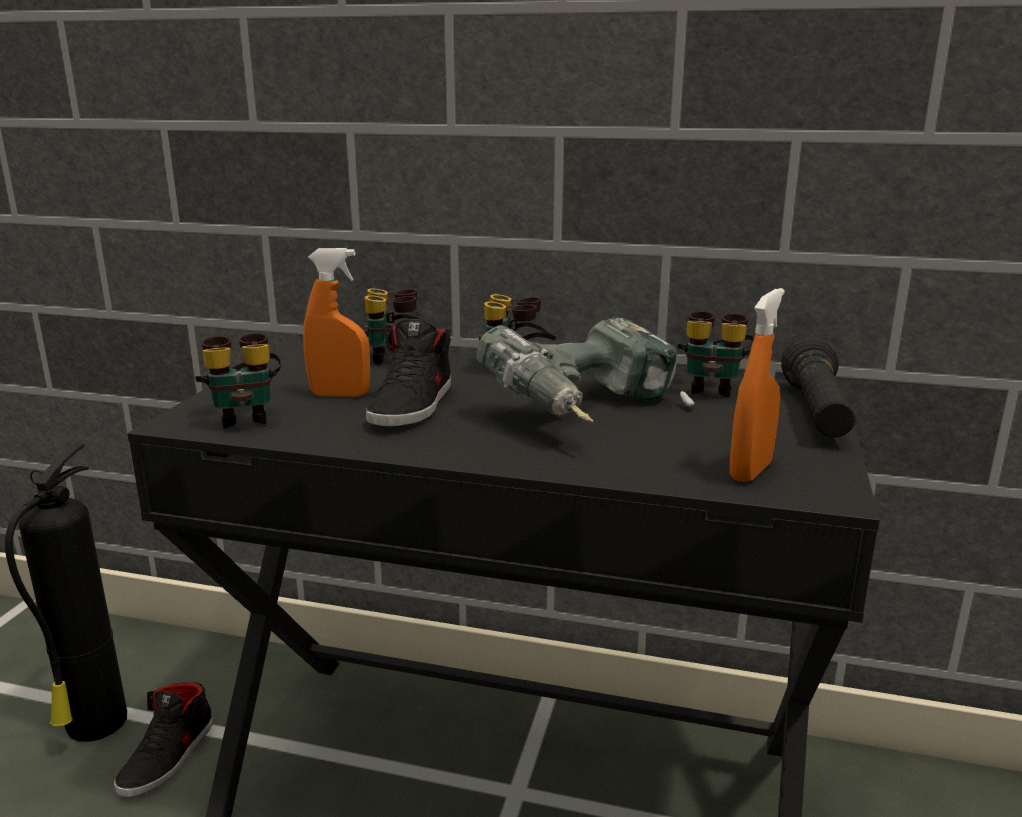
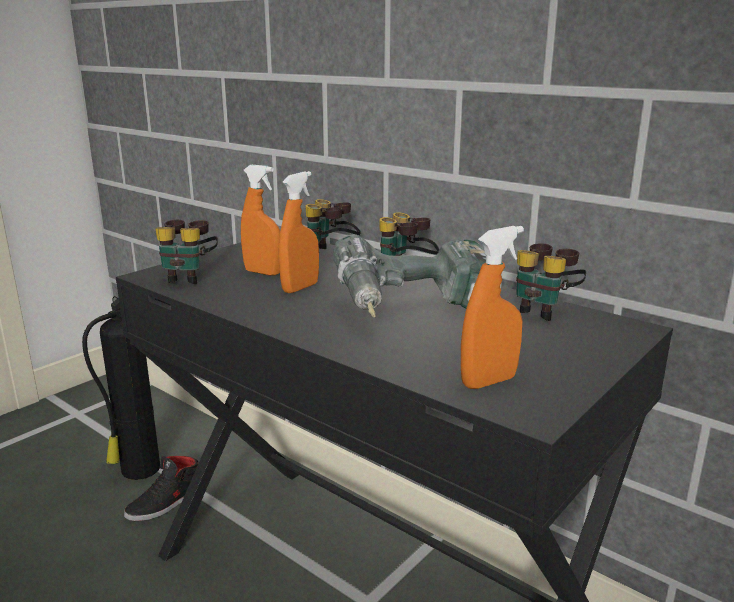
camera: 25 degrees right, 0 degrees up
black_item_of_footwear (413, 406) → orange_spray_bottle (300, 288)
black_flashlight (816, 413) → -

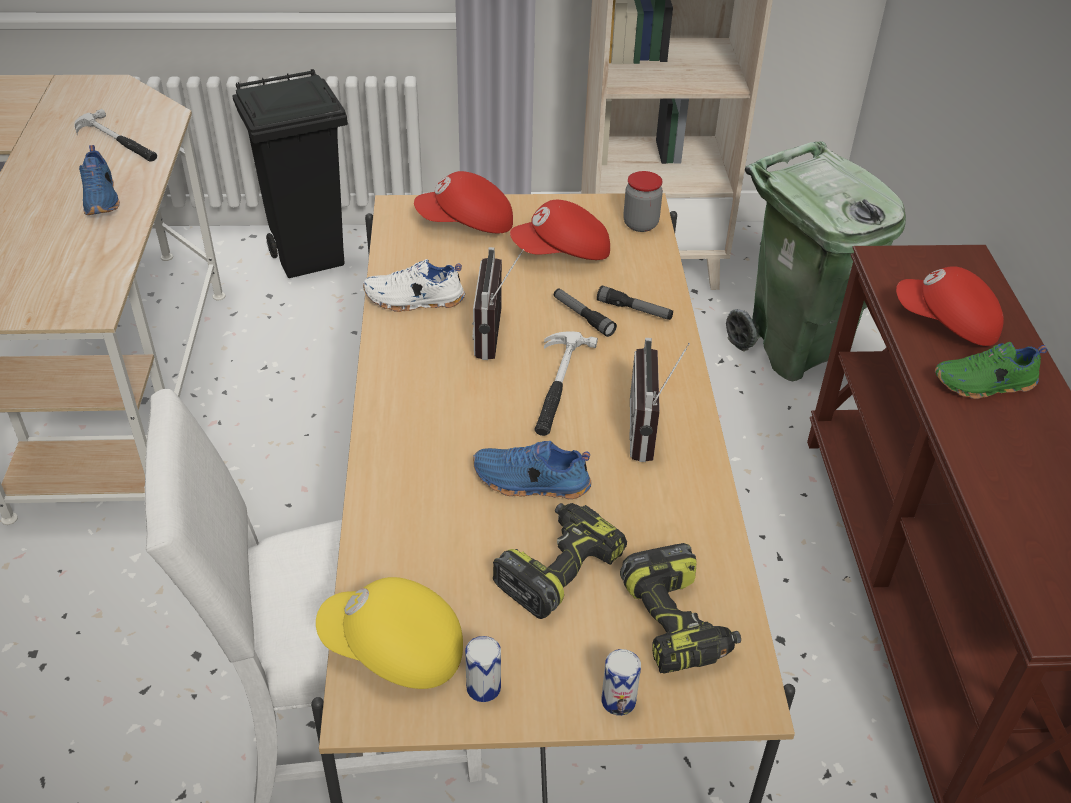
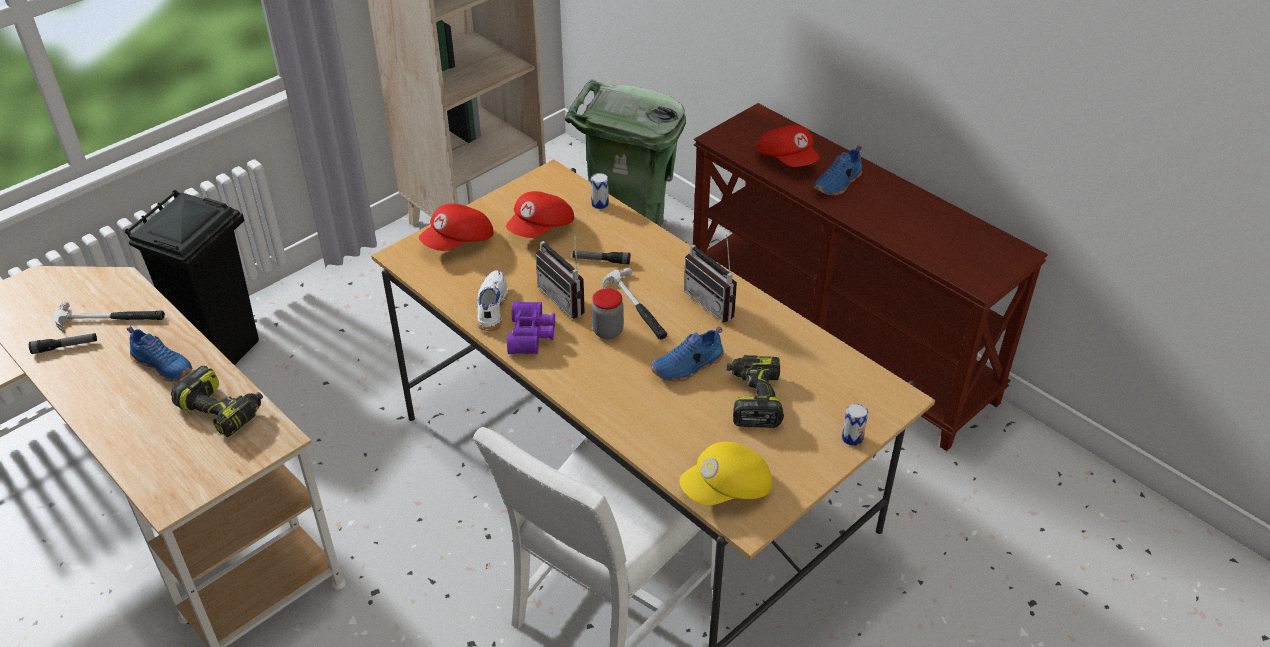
camera: 40 degrees left, 0 degrees up
whitish_item_of_footwear (414, 301) → whitish_item_of_footwear (491, 307), 135 degrees clockwise
sealed_can (483, 687) → sealed_can (600, 204), relocated
flashlight (634, 310) → flashlight (65, 347), relocated
electric_drill (678, 623) → electric_drill (223, 410), relocated
jar (640, 224) → jar (608, 331), relocated
reddish_cap (946, 324) → reddish_cap (788, 160), 105 degrees counterclockwise
green_item_of_footwear (984, 385) → blue_item_of_footwear (838, 184)
- → purplish_field_glasses (532, 335)

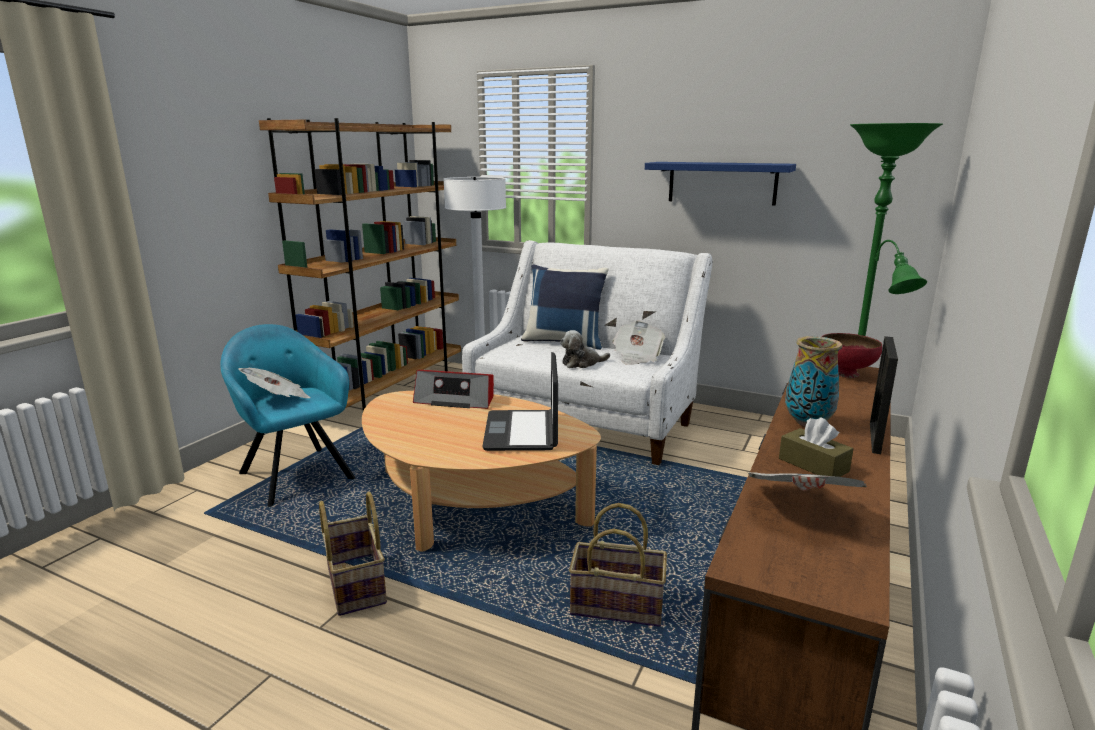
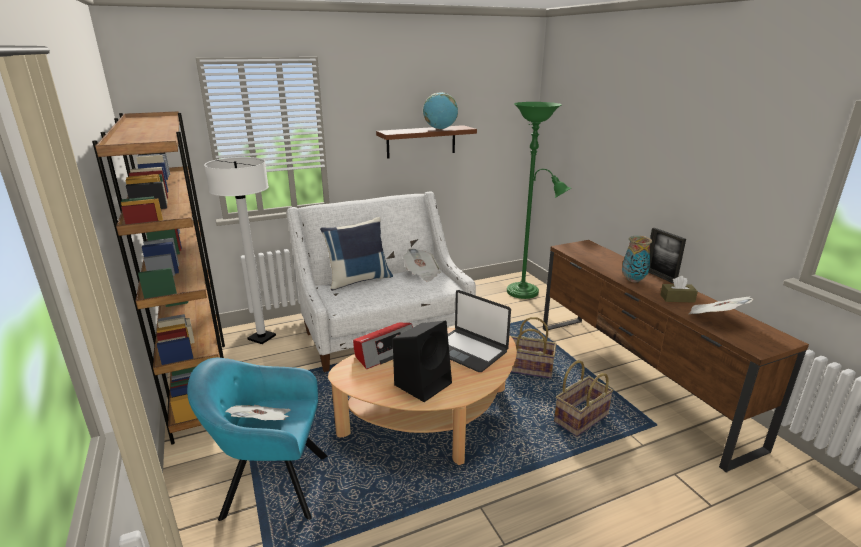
camera: 50 degrees left, 5 degrees up
storage_basket (354, 584) → storage_basket (528, 369), relocated
soft_toy (582, 363) → -
blue_wall_shelf (722, 183) → brown-coloured_wall_shelf (421, 141)
reddish_bowl (845, 374) → -
- → black_audio_speaker (423, 383)
- → desk_globe (440, 129)

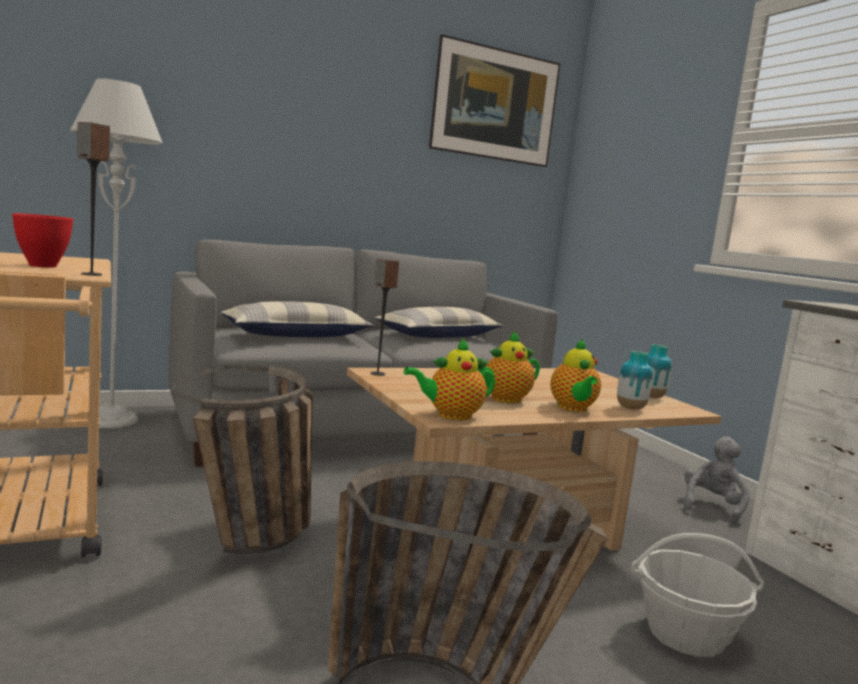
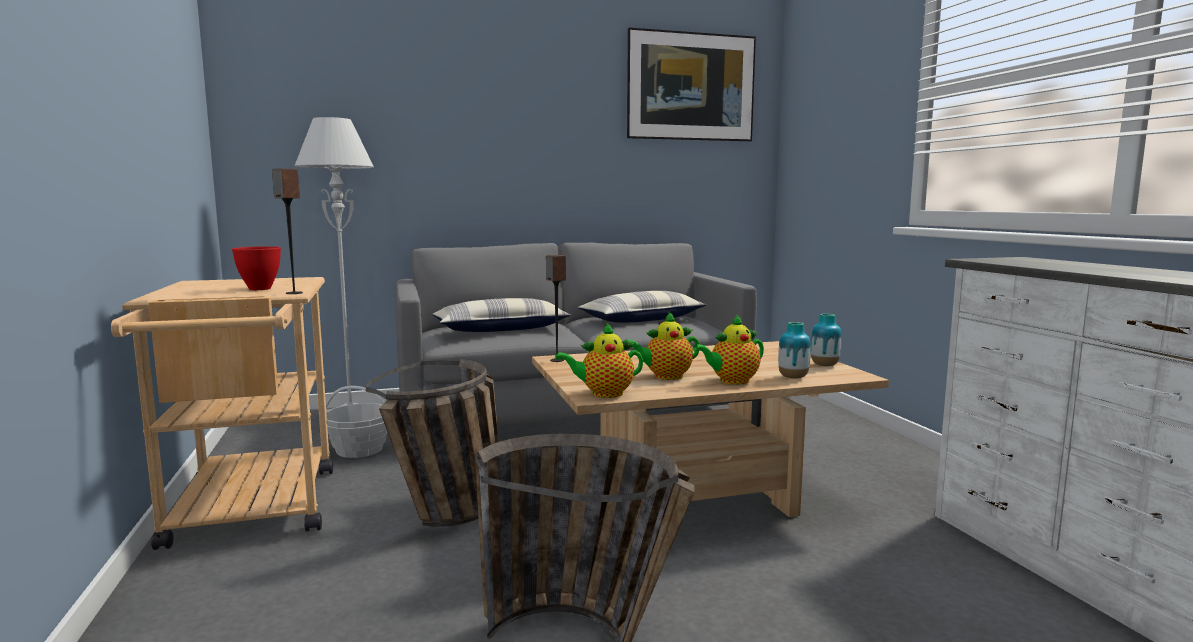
camera: 10 degrees right, 0 degrees up
tea_pot (573, 408) → tea_pot (731, 381), 60 degrees clockwise
storage_basket (686, 634) → storage_basket (360, 450), relocated
grey_soft_toy (712, 507) → -

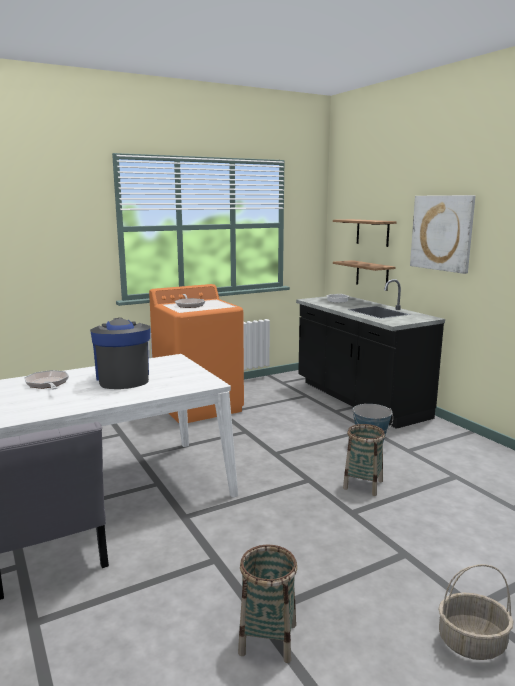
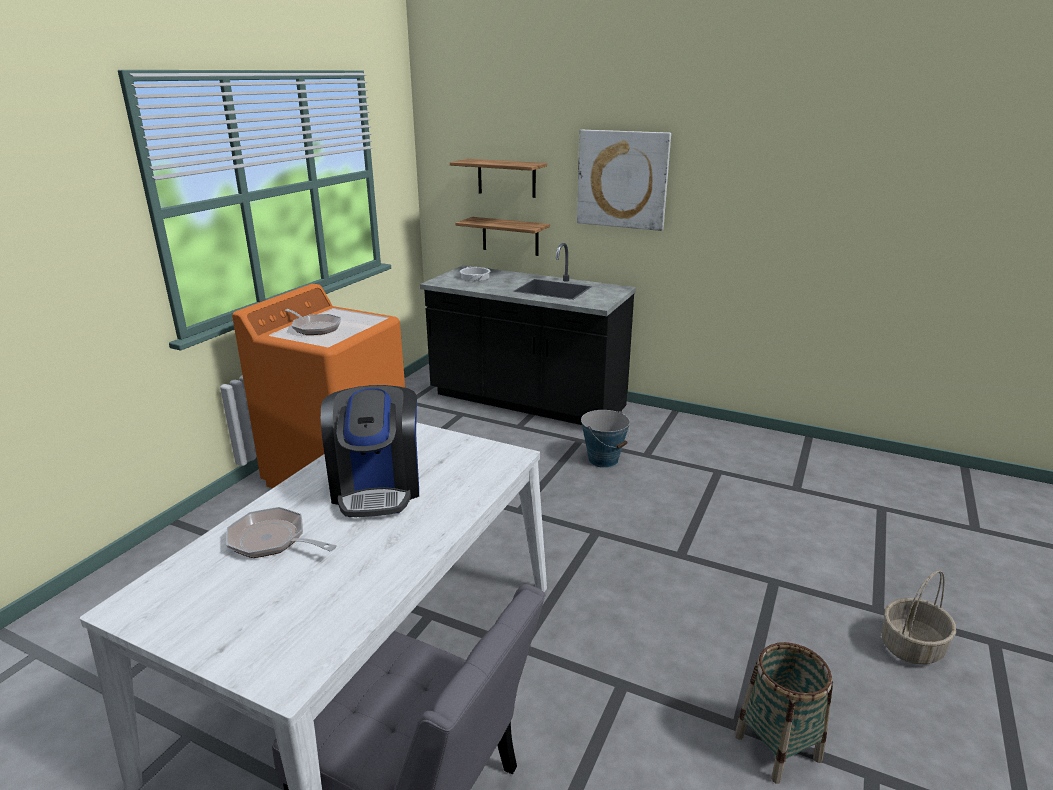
camera: 35 degrees left, 10 degrees up
coffee_brewer (123, 378) → coffee_brewer (377, 487), 135 degrees counterclockwise
storage_basket (363, 485) → -

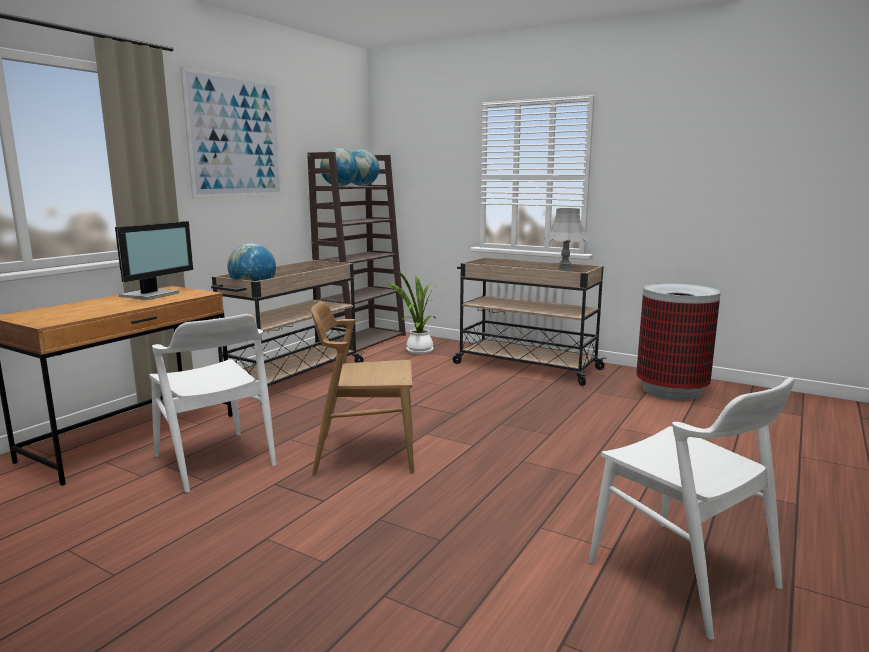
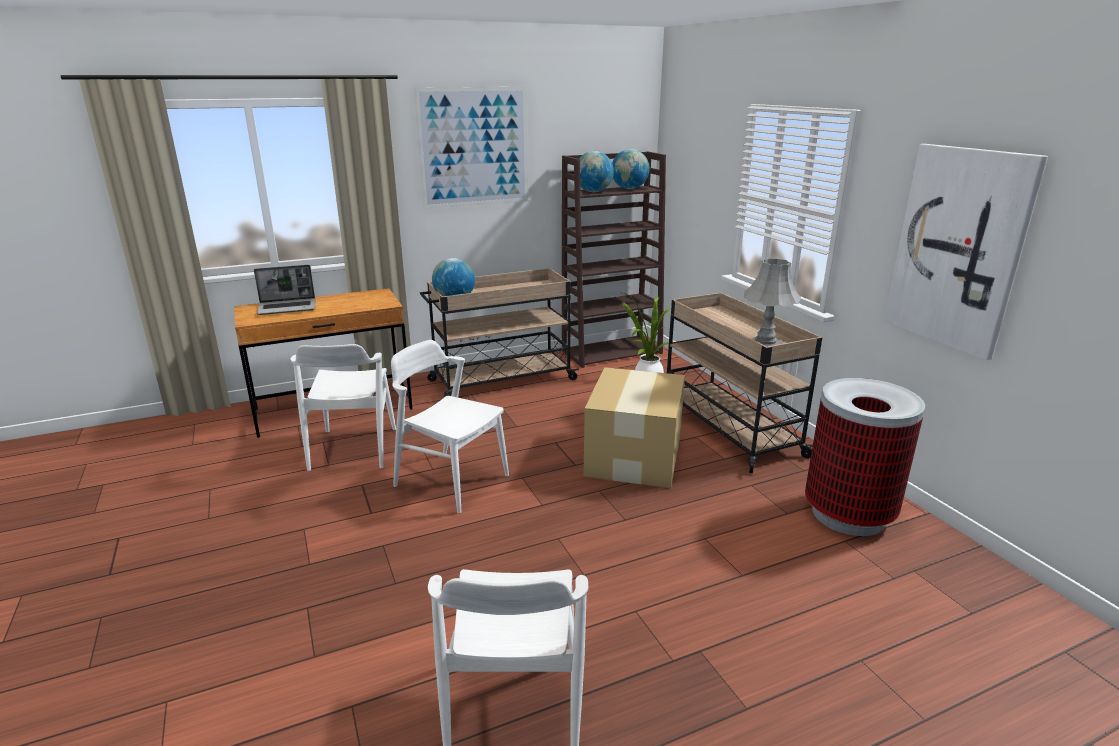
camera: 35 degrees right, 10 degrees up
computer_screen (152, 295) → -
brown-coloured_plain_chair (365, 453) → whitish_plain_chair (451, 480)
- → notebook_computer (288, 308)
- → cardboard_box (635, 455)
- → picture (958, 249)

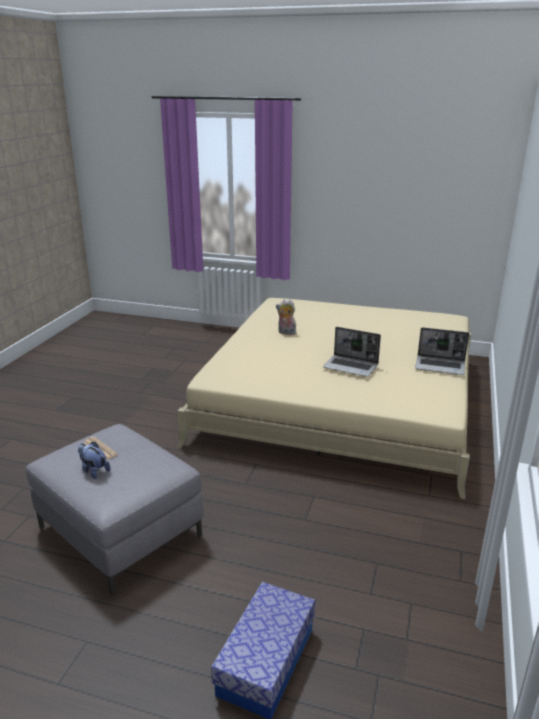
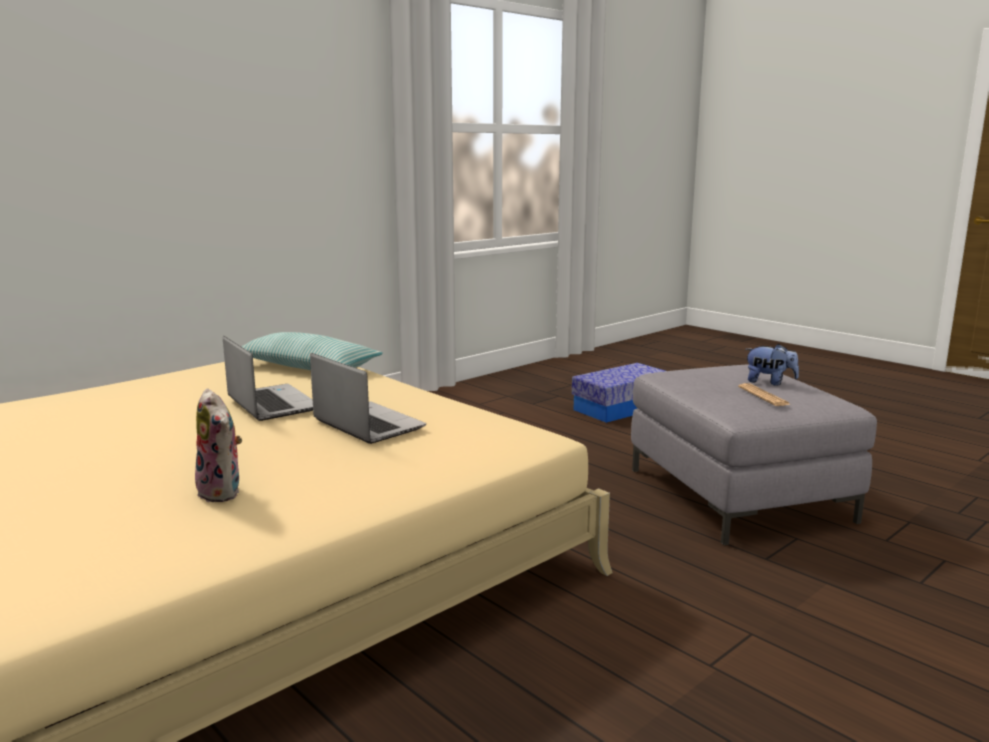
camera: 150 degrees left, 10 degrees down
soft_toy (94, 470) → soft_toy (769, 382), 45 degrees counterclockwise
notebook_computer (440, 366) → notebook_computer (366, 424), relocated
- → throw_pillow (308, 367)

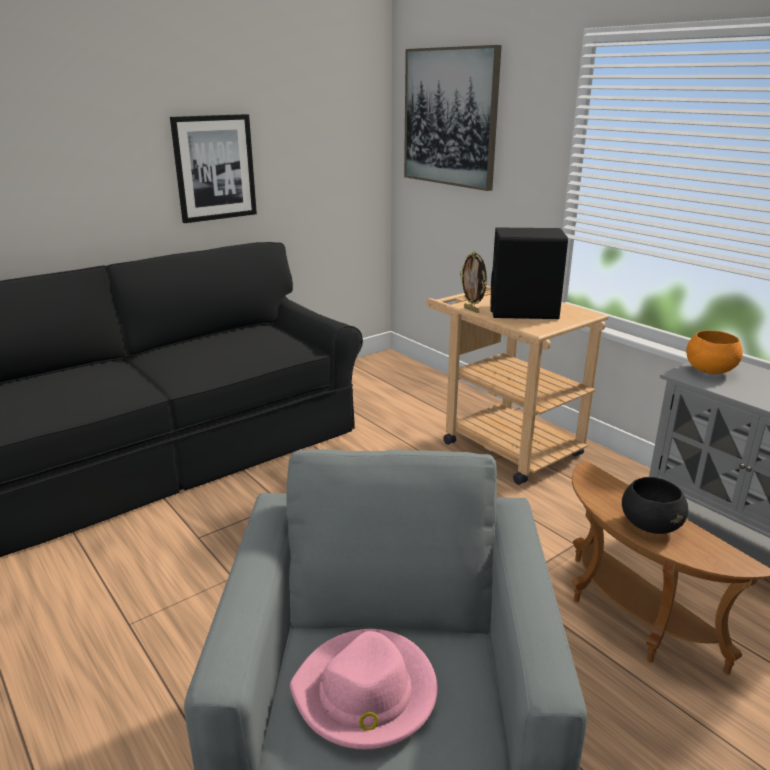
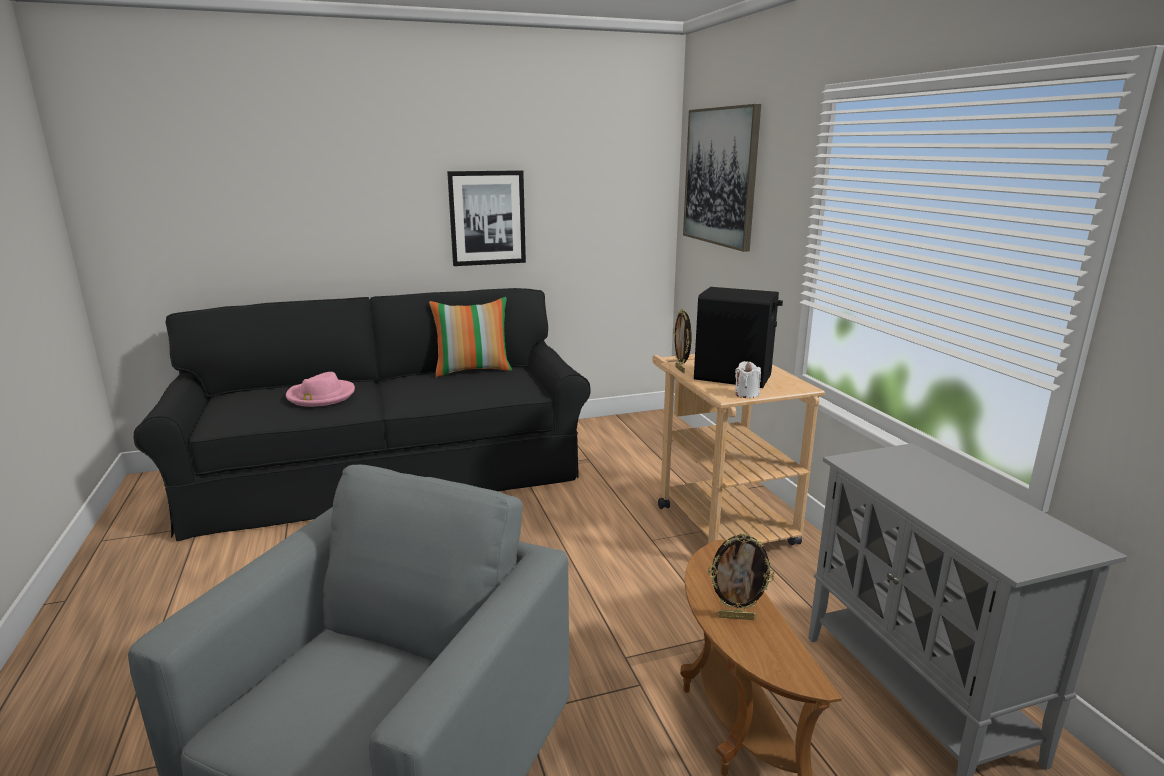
camera: 20 degrees right, 5 degrees down
pink_clothing_hat (366, 693) → pink_clothing_hat (320, 396), relocated
black_bowl (650, 525) → picture_frame (736, 617)
orange_bowl (709, 370) → -
- → throw_pillow (473, 370)
- → whitish_wax_light (746, 394)

